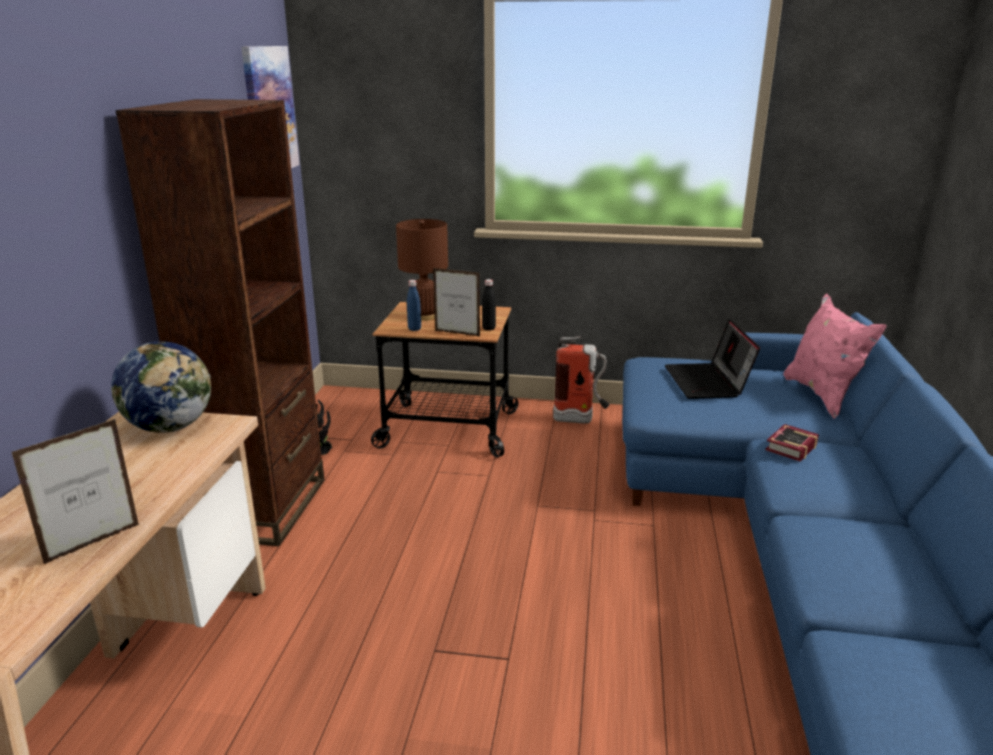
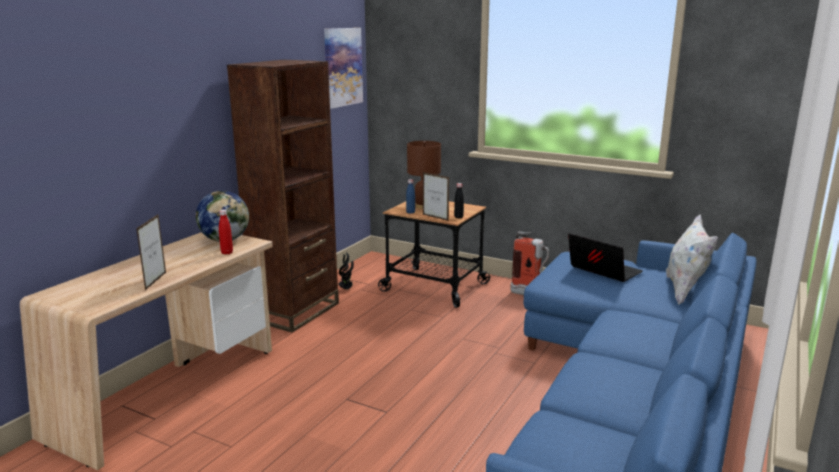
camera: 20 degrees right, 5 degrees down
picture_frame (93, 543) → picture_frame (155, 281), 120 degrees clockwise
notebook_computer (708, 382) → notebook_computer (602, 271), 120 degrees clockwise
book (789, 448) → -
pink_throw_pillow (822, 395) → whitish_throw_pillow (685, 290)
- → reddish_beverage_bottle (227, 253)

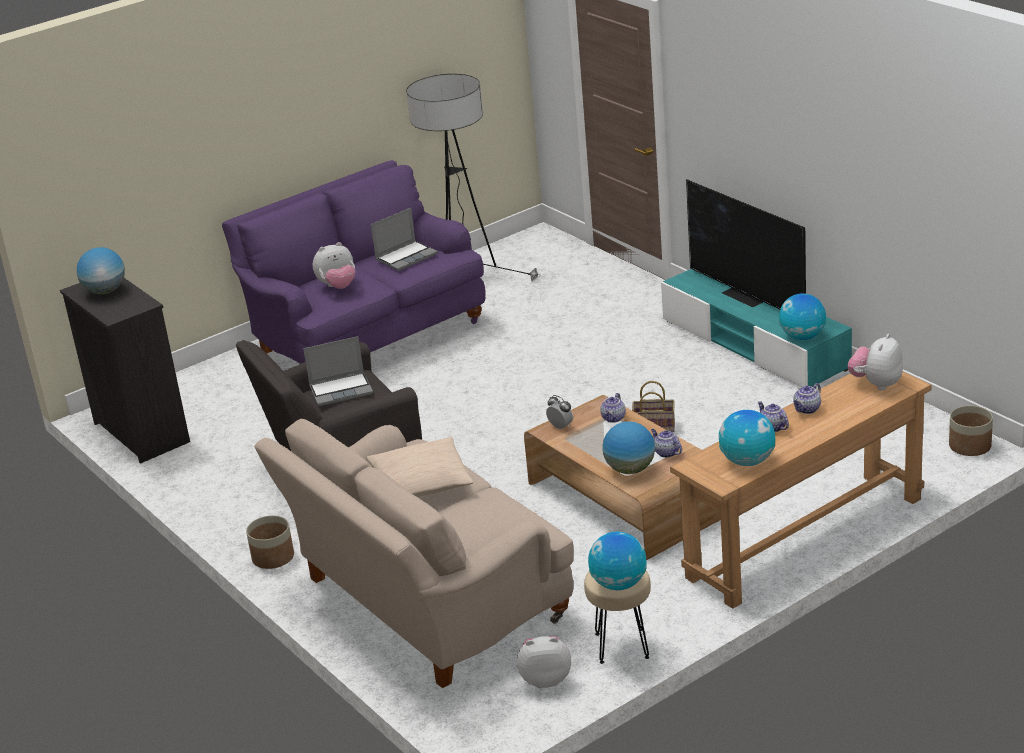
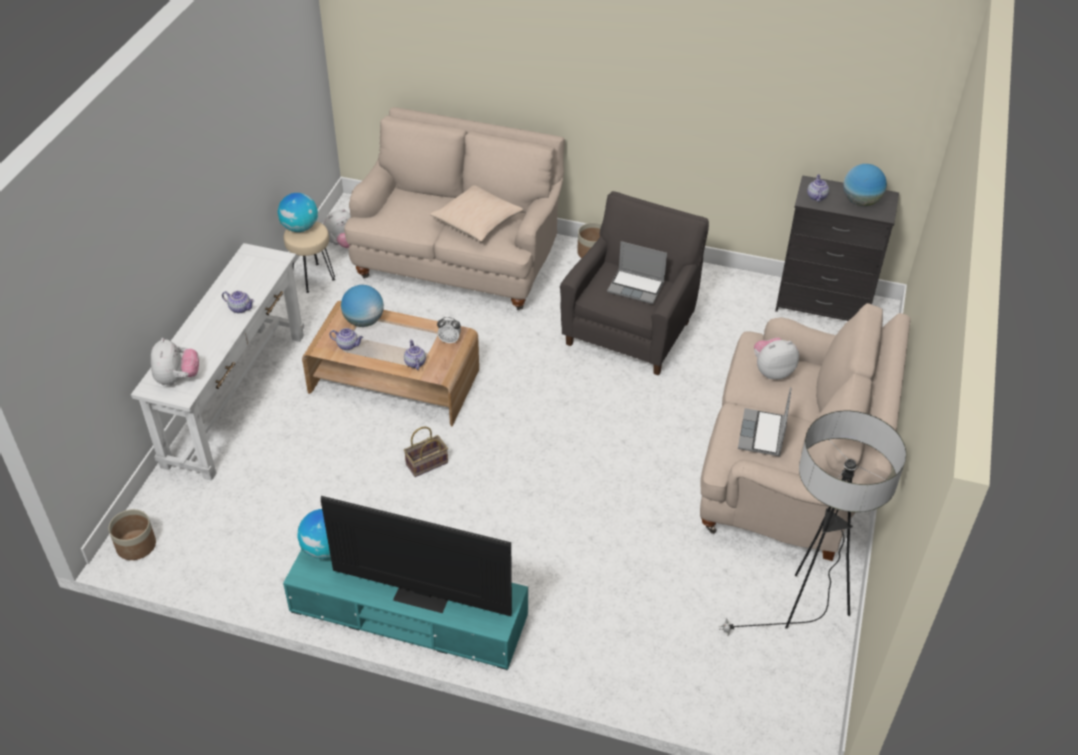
camera: 140 degrees right, 15 degrees up
purplish_sofa (367, 336) → sand-coloured_sofa (790, 474)
notebook_computer (342, 390) → notebook_computer (636, 287), 105 degrees counterclockwise
soft_toy (338, 286) → soft_toy (772, 371), 45 degrees clockwise
brown-coloured_console_table (805, 537) → whitish_console_table (236, 398)
desk_globe (747, 461) → -
tea_pot (807, 409) → tea_pot (816, 196), relocated

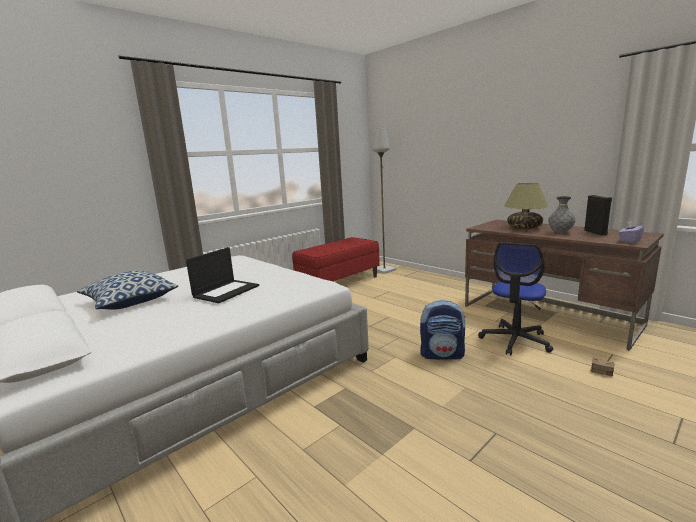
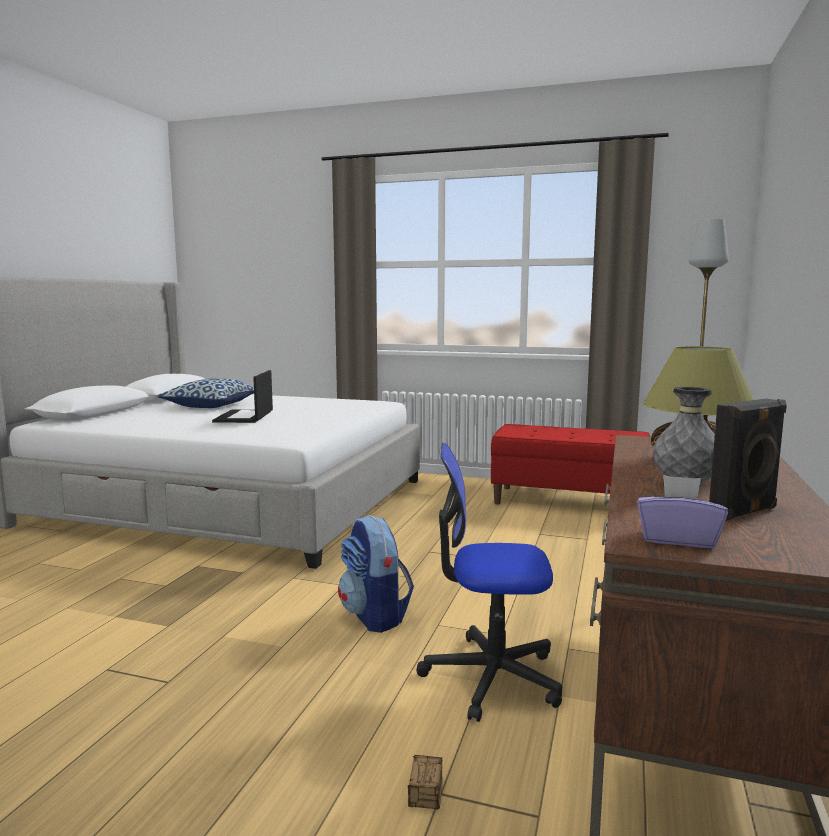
camera: 60 degrees right, 5 degrees down
notebook_computer (226, 291) → notebook_computer (244, 417), 90 degrees clockwise

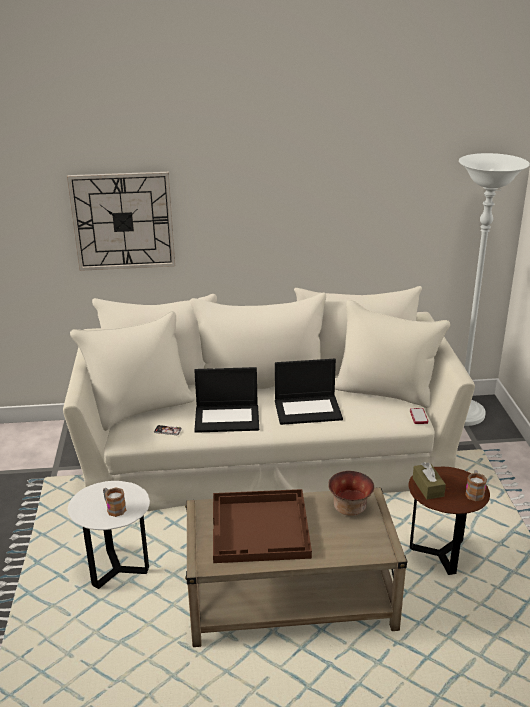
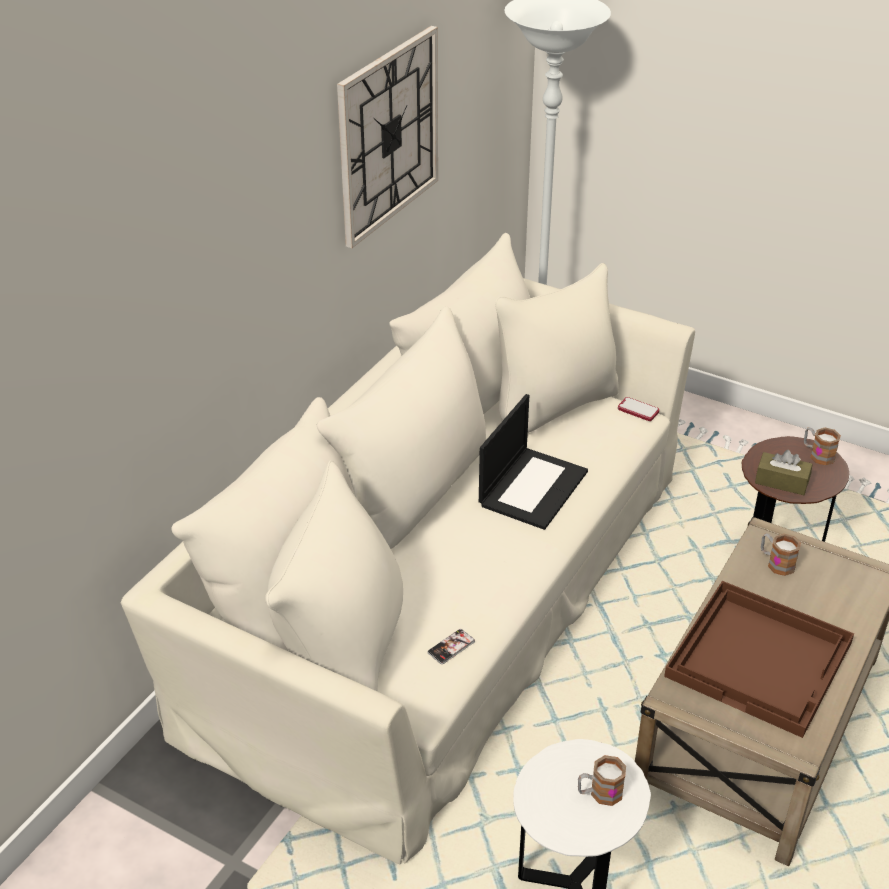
camera: 55 degrees left, 10 degrees up
wall_clock (123, 221) → wall_clock (388, 135), relocated
notebook_computer (228, 418) → -
bowl (349, 508) → coffee_mug (776, 563)

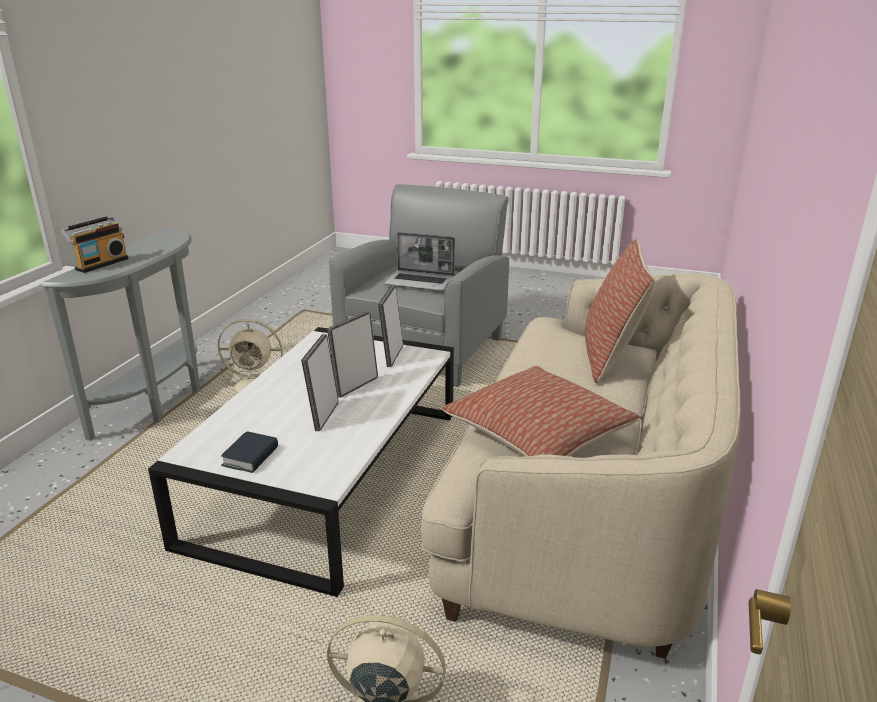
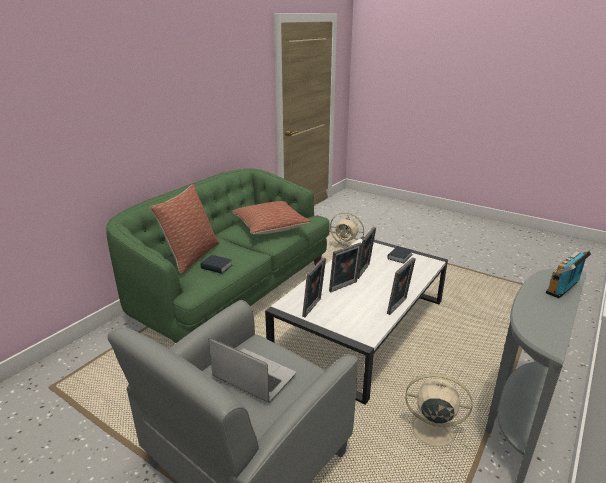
camera: 165 degrees left, 0 degrees up
sand-coloured_sofa (588, 506) → green_sofa (232, 291)
- → book (216, 267)
- → picture_frame (399, 307)

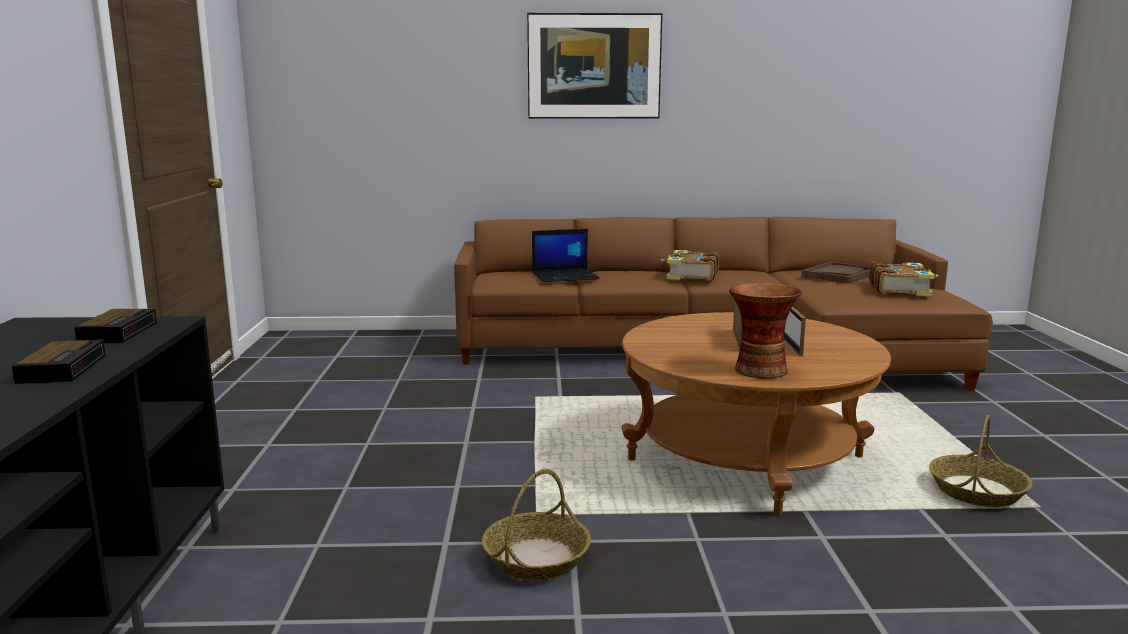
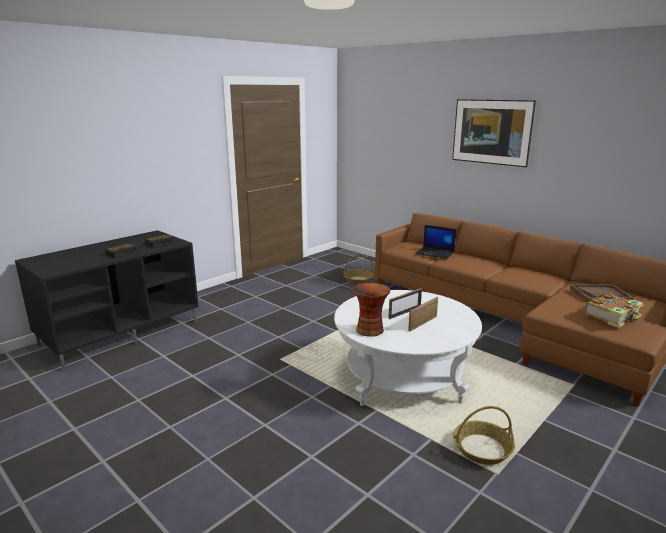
camera: 45 degrees right, 5 degrees up
storage_basket (536, 558) → storage_basket (358, 280), relocated
brown-coloured_lounge_table (745, 458) → whitish_lounge_table (403, 377)
book (691, 275) → -

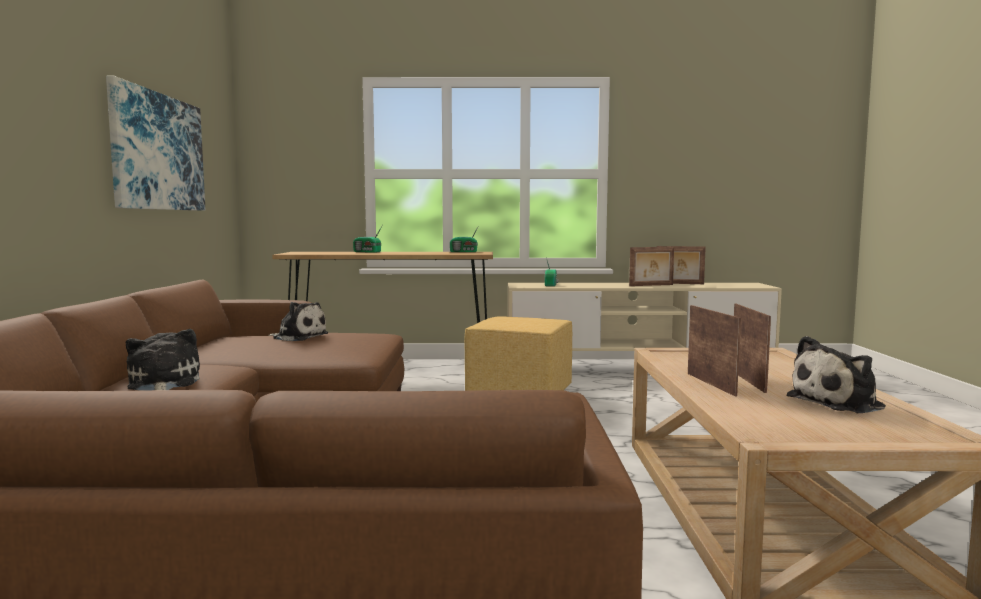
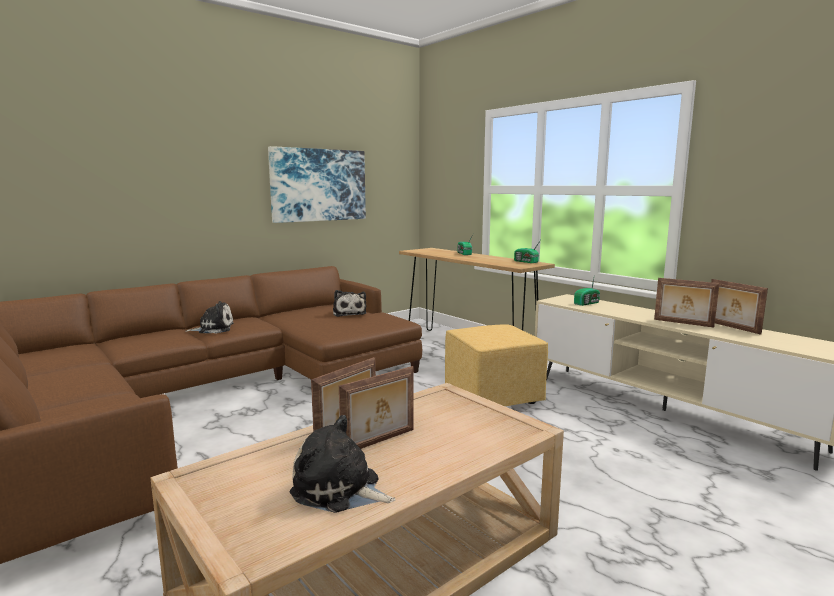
camera: 50 degrees right, 5 degrees up
soft_toy (162, 384) → soft_toy (213, 329), 45 degrees clockwise

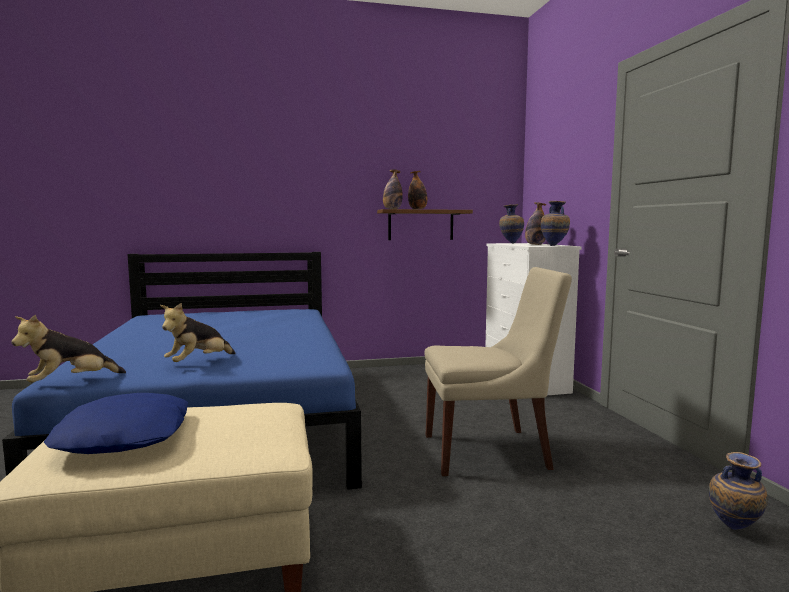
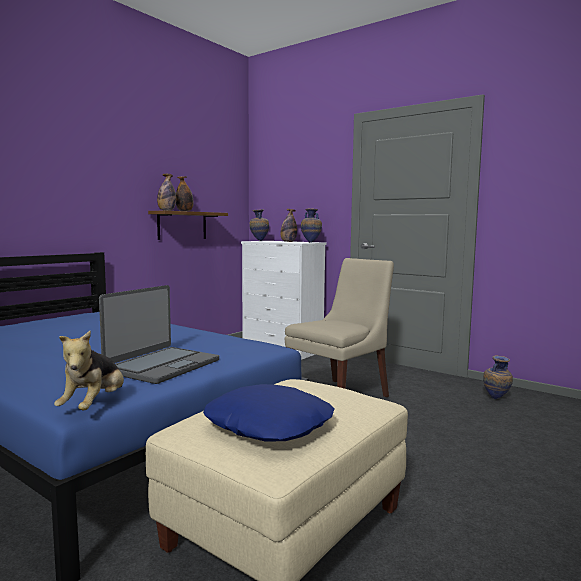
camera: 40 degrees left, 0 degrees up
soft_toy (198, 363) → notebook_computer (162, 366)

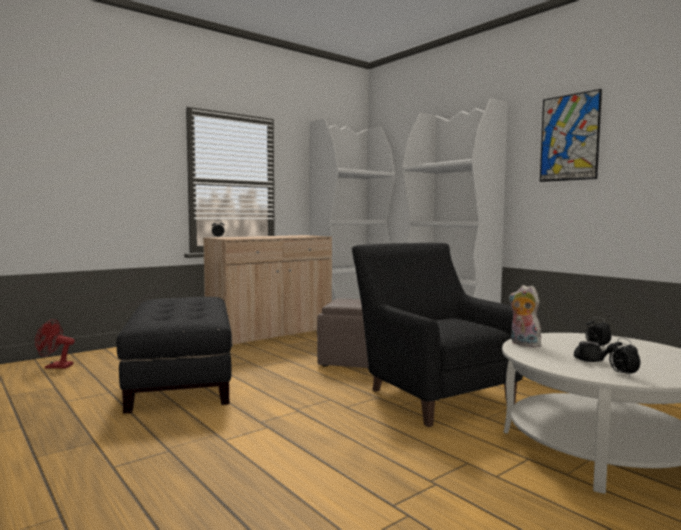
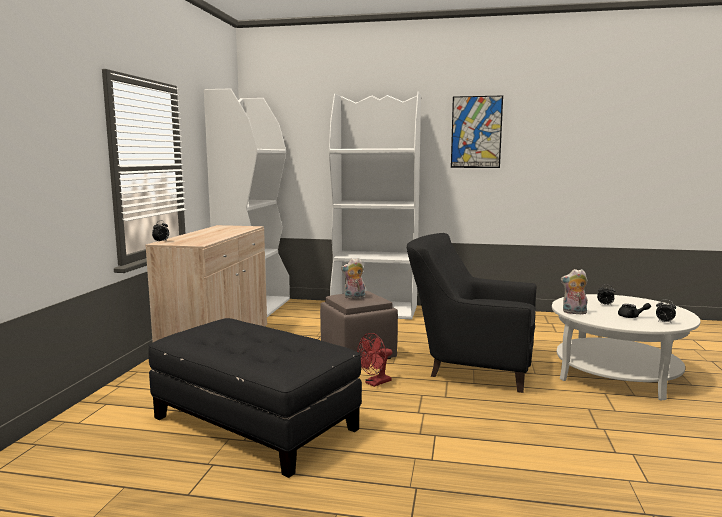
camera: 40 degrees left, 5 degrees up
reddish_electric_fan (55, 367) → reddish_electric_fan (375, 383), relocated
- → soft_toy (354, 298)

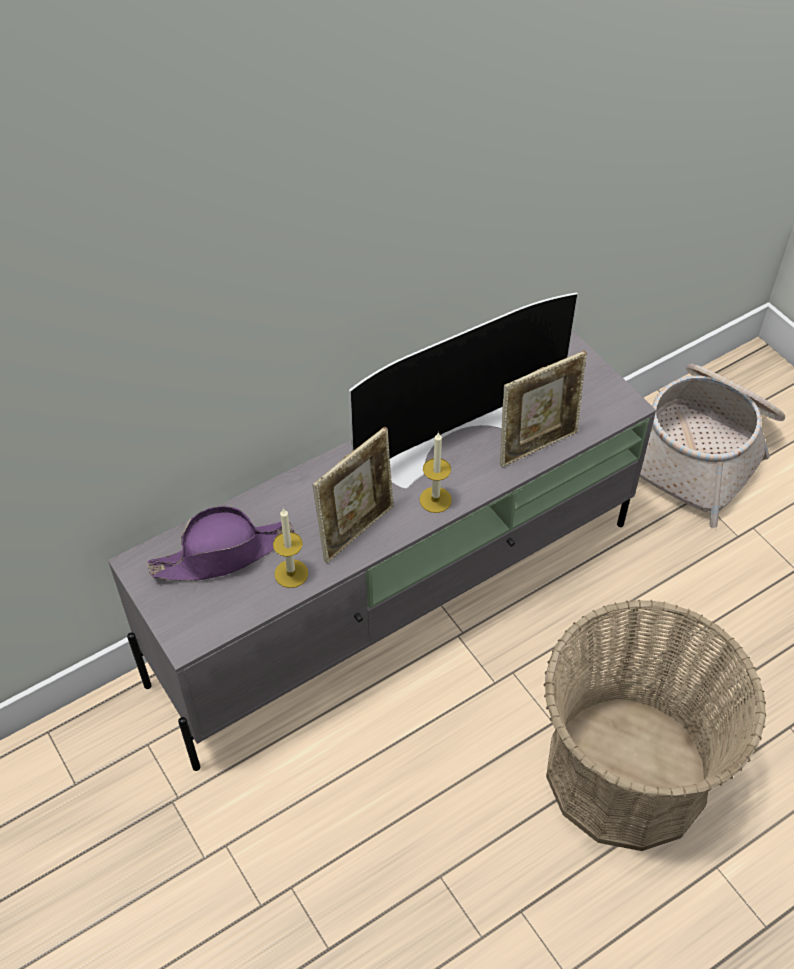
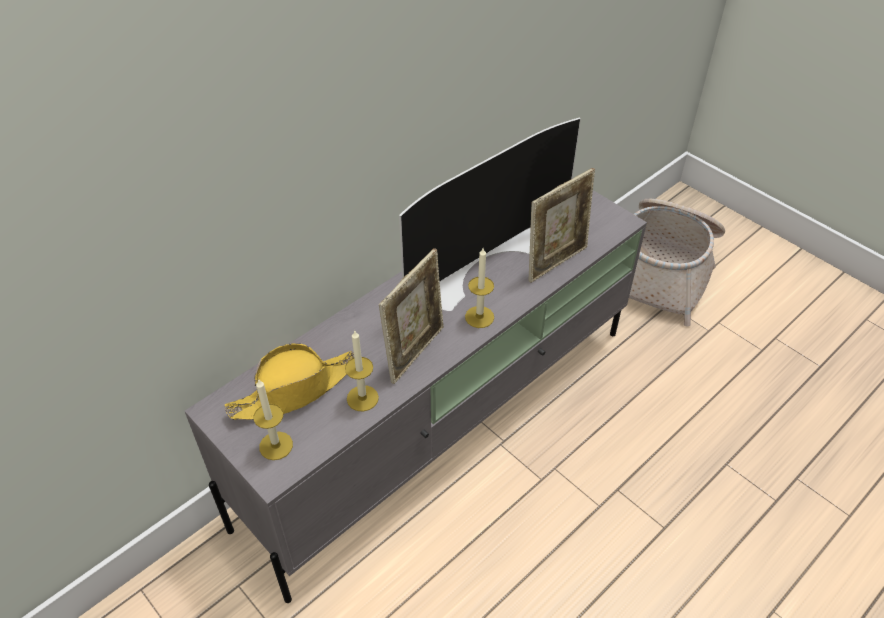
camera: 10 degrees left, 5 degrees down
purplish_clothing_hat (223, 554) → yellow_clothing_hat (295, 390)
storage_basket (627, 772) → -
- → wax_light (276, 445)

